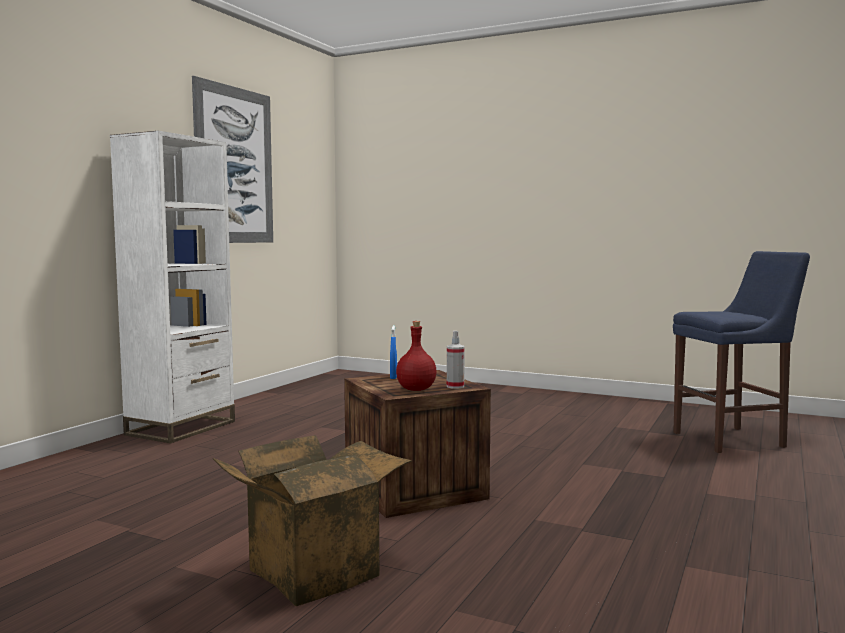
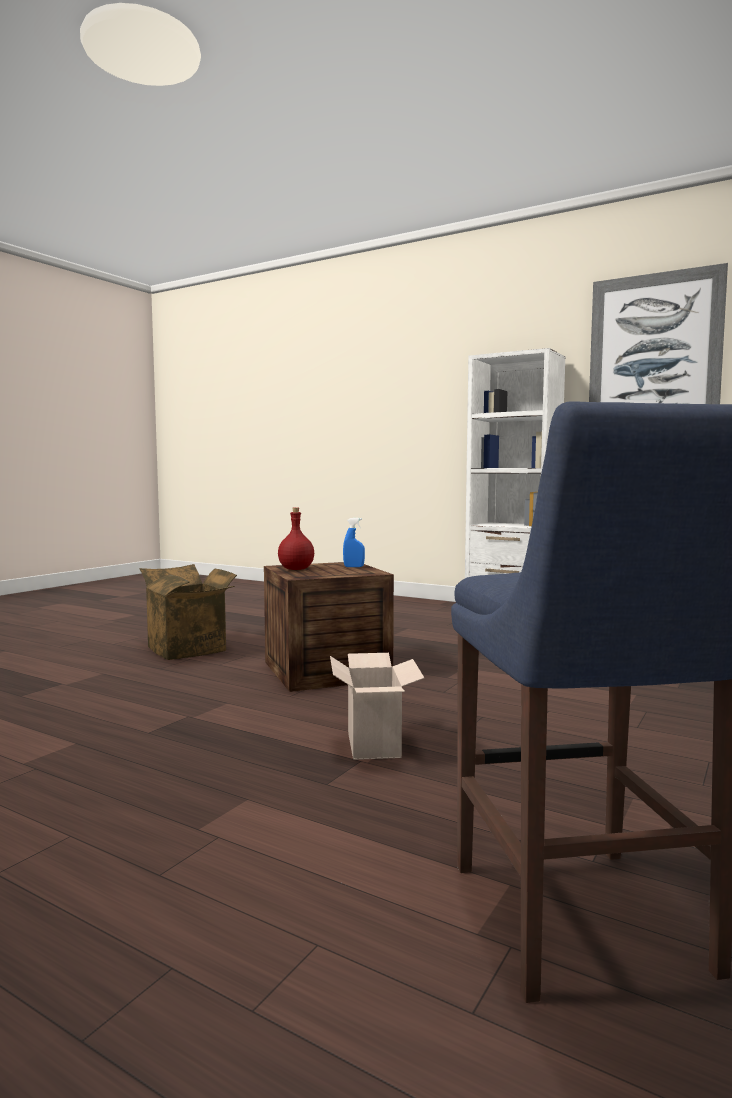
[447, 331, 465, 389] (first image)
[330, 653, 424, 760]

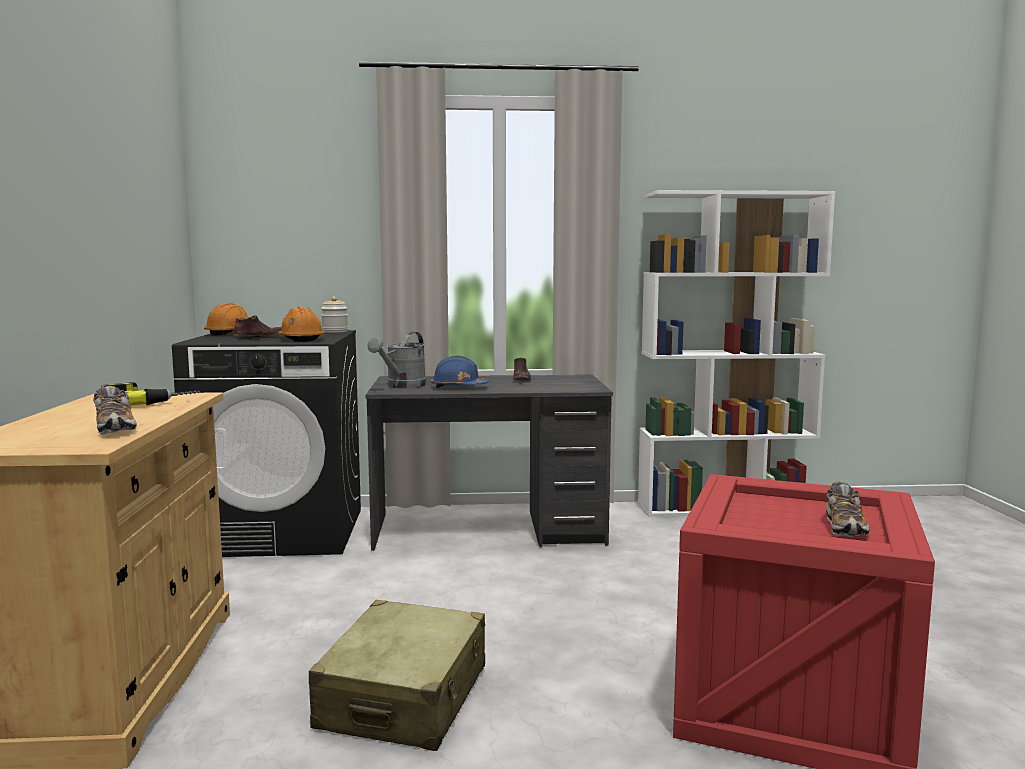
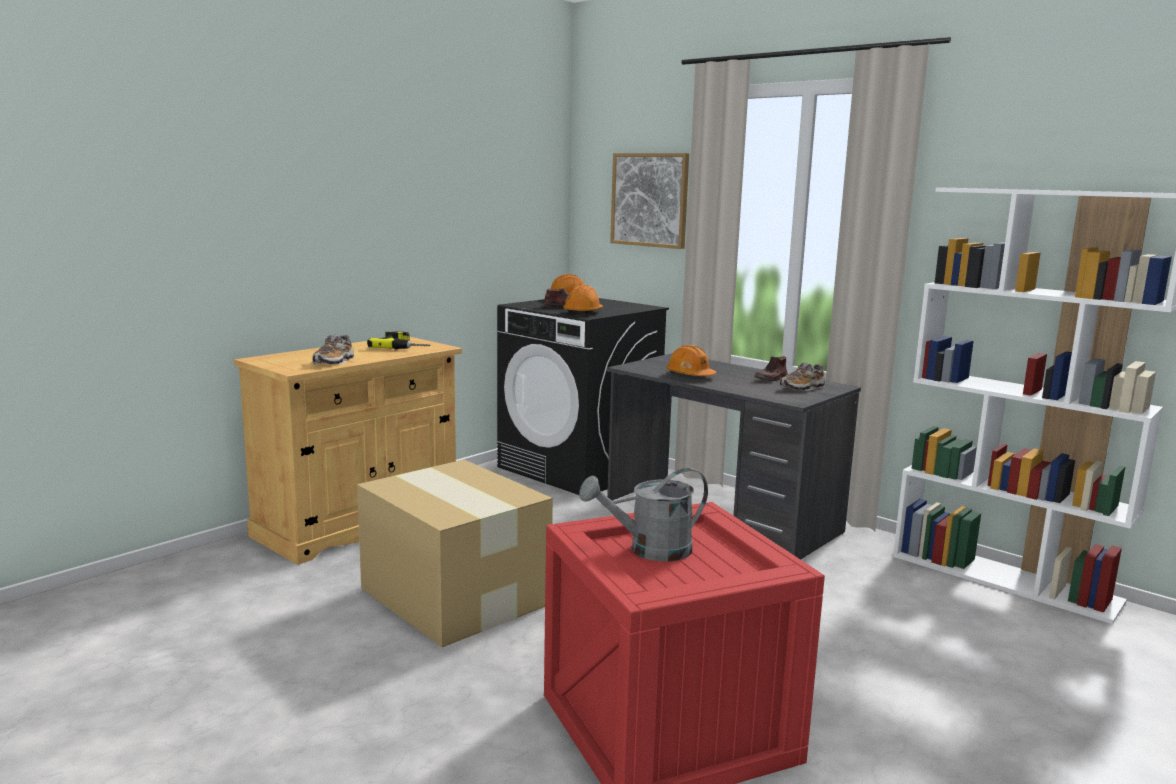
[357, 460, 553, 647]
[321, 296, 348, 333] (first image)
[579, 468, 708, 562]
[666, 345, 716, 376]
[780, 362, 825, 391]
[610, 153, 689, 249]

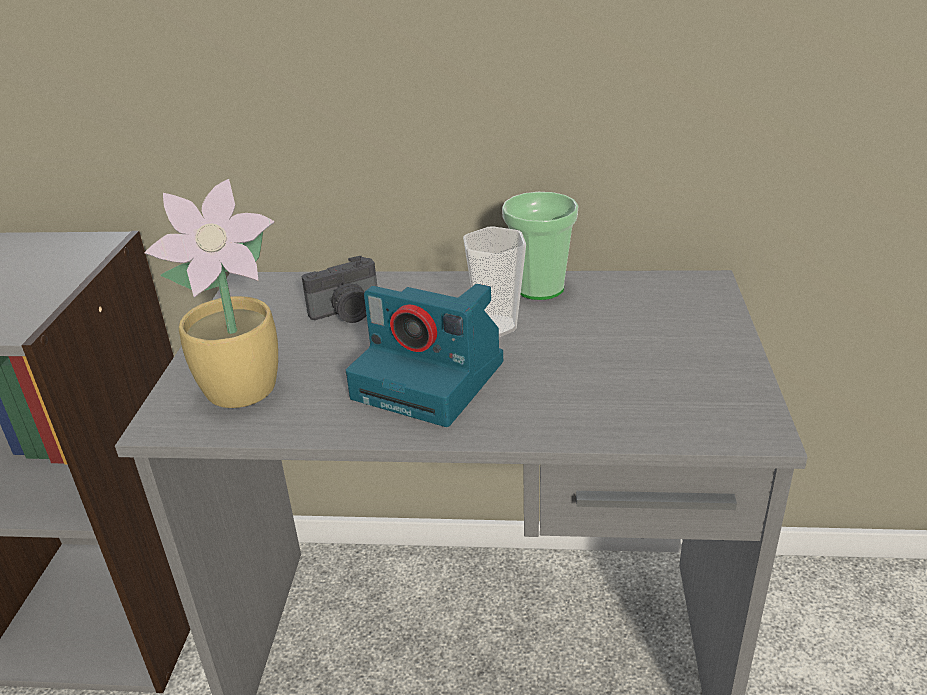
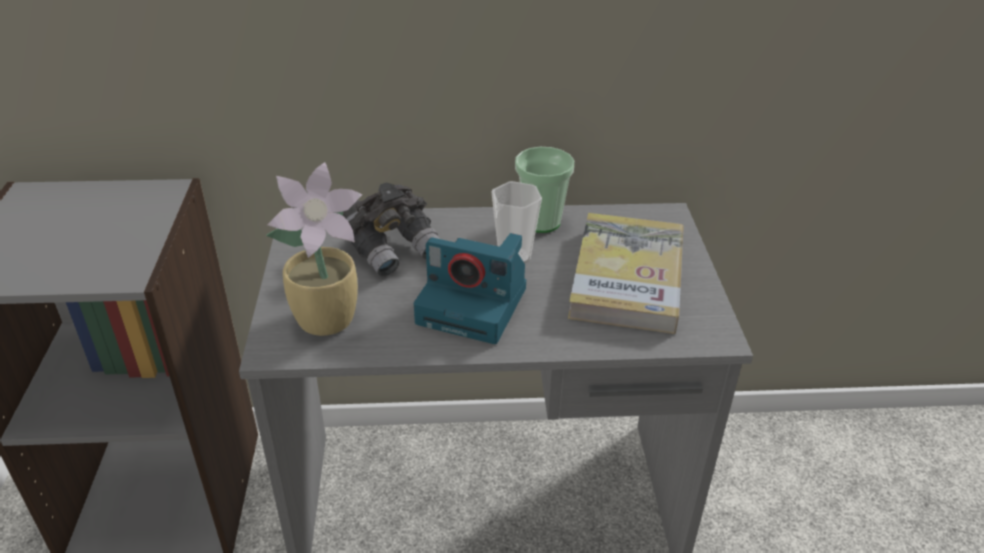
[343, 183, 440, 277]
[568, 213, 684, 334]

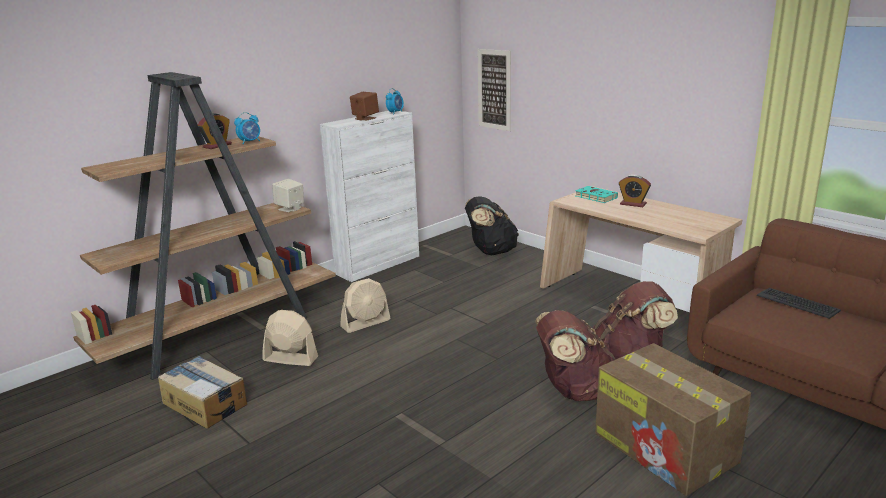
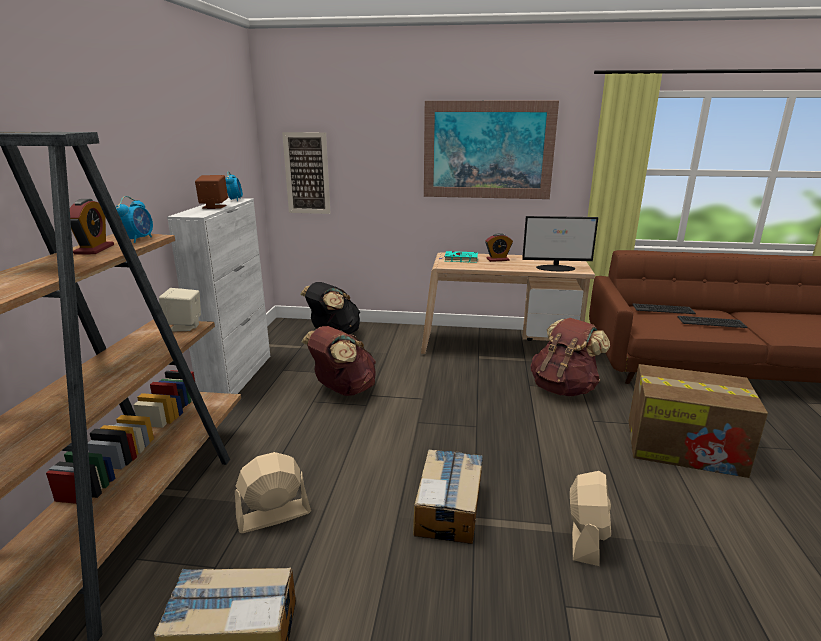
[570, 471, 611, 566]
[302, 326, 376, 396]
[413, 449, 483, 544]
[424, 101, 559, 199]
[522, 216, 598, 271]
[677, 316, 748, 328]

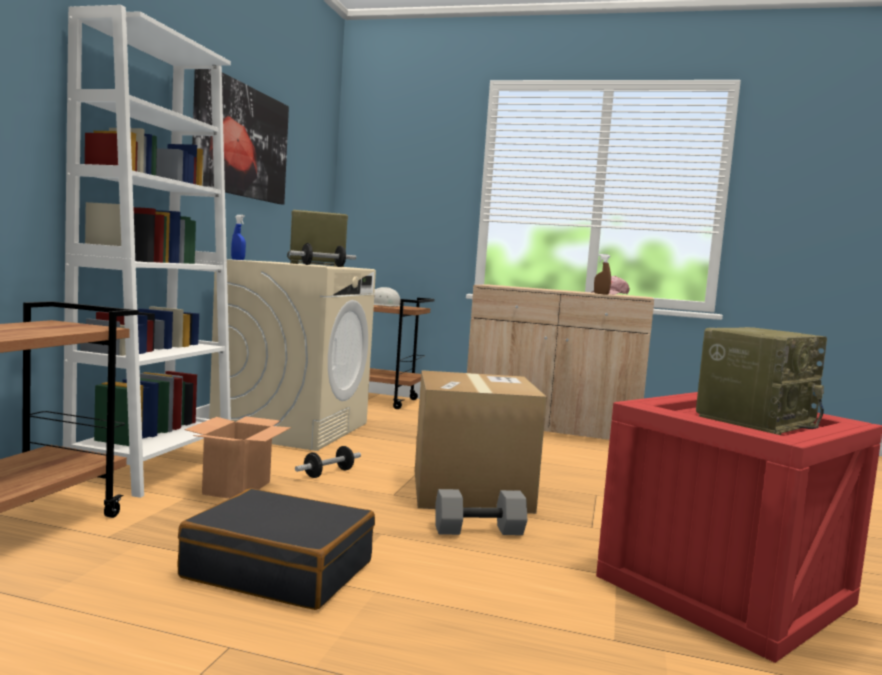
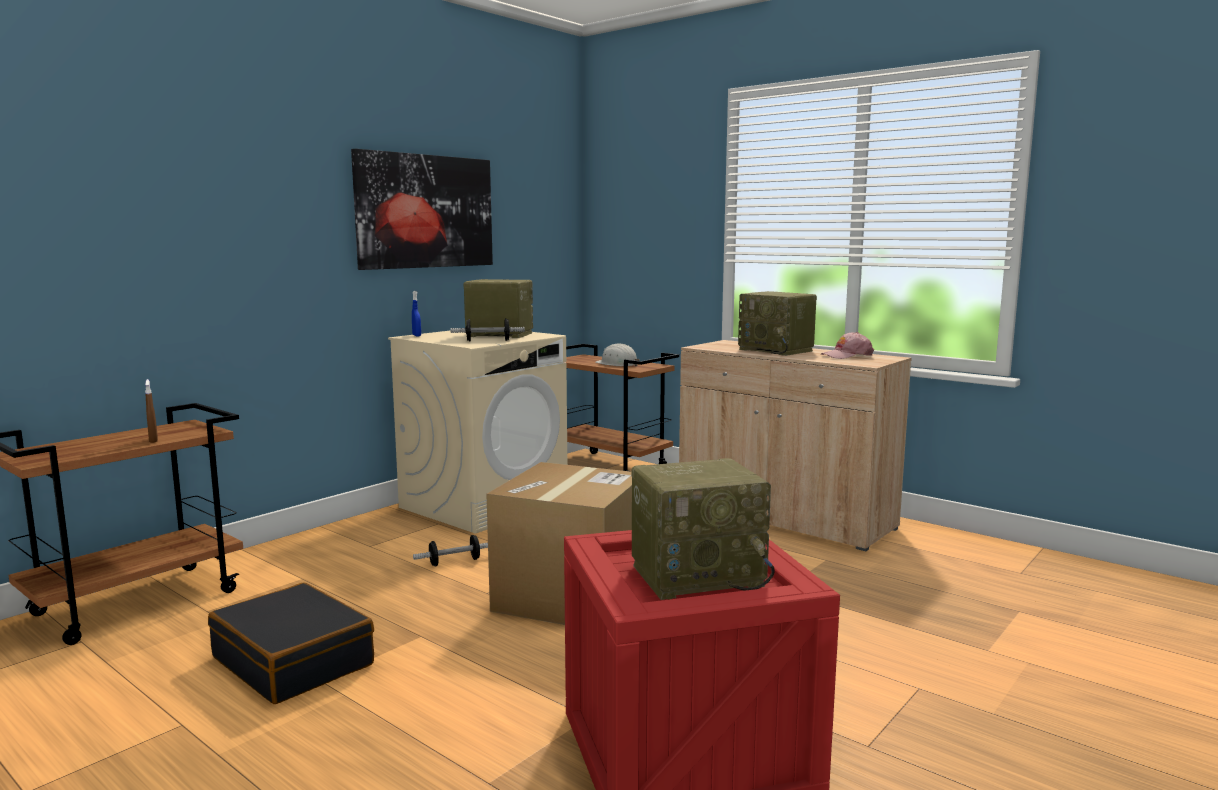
[63, 5, 231, 498] (first image)
[185, 416, 291, 499] (first image)
[435, 489, 527, 535] (first image)
[145, 379, 158, 443]
[738, 291, 817, 356]

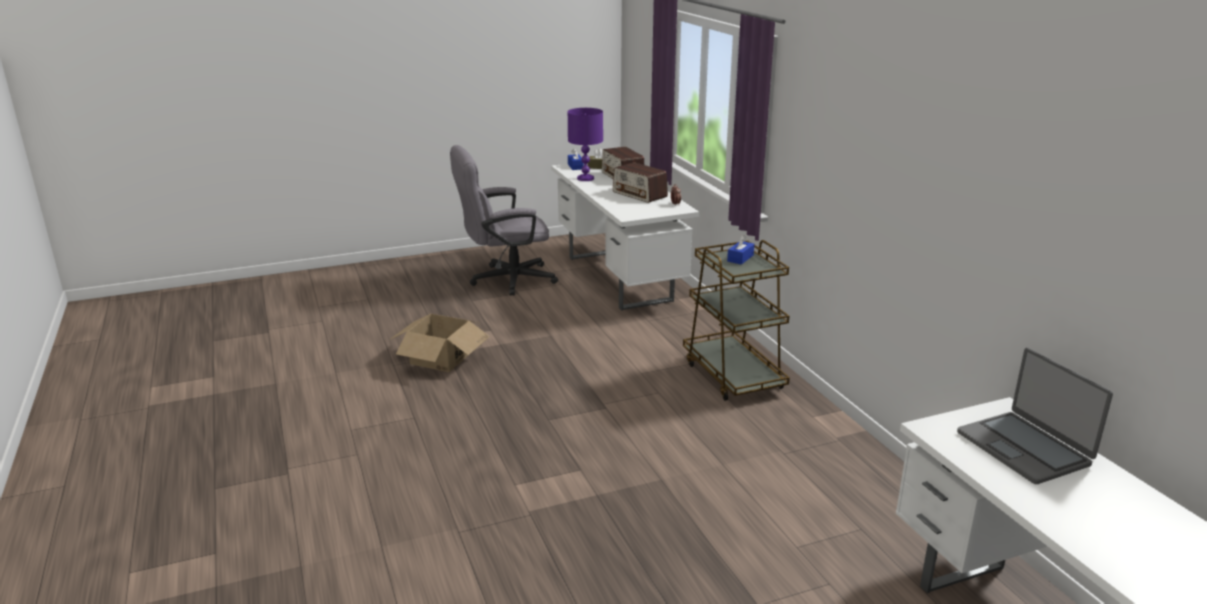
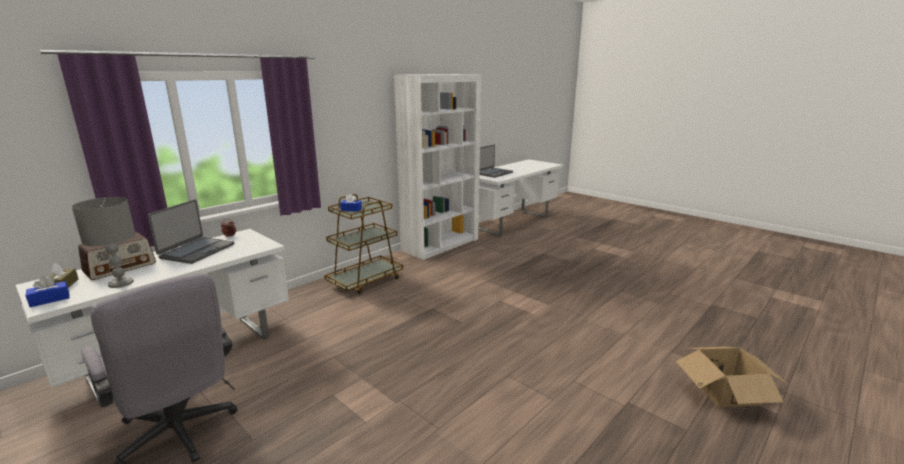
[676, 347, 789, 407]
[72, 197, 136, 288]
[148, 199, 234, 264]
[394, 74, 481, 260]

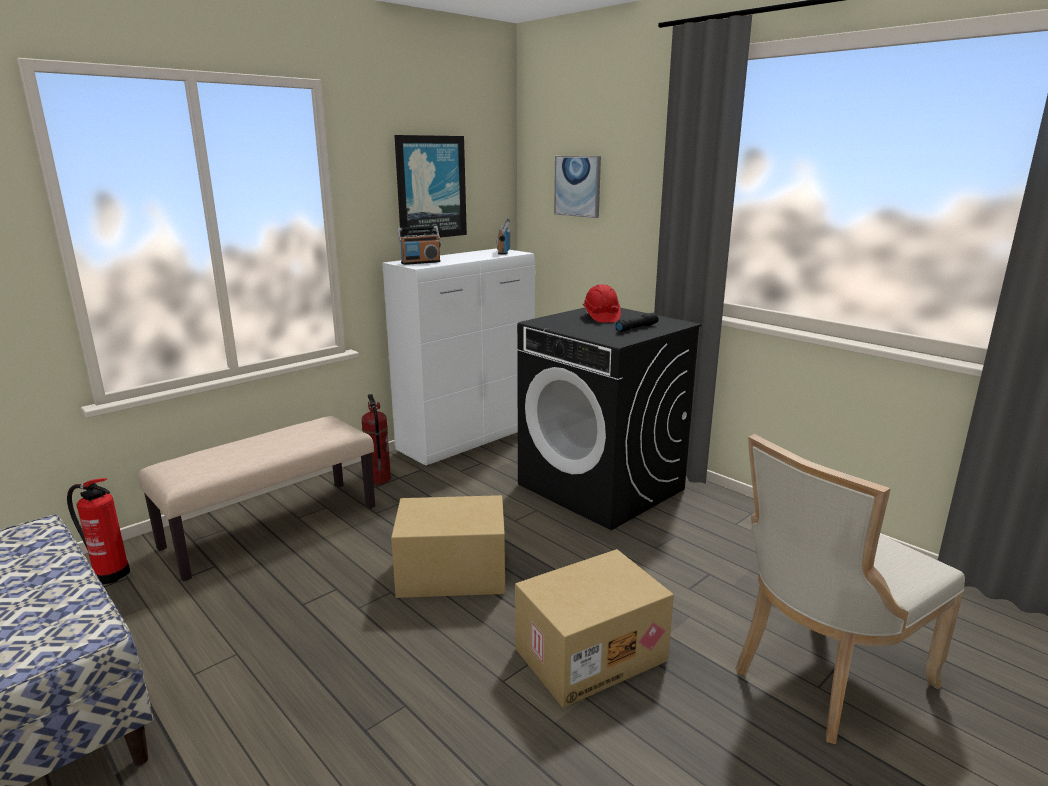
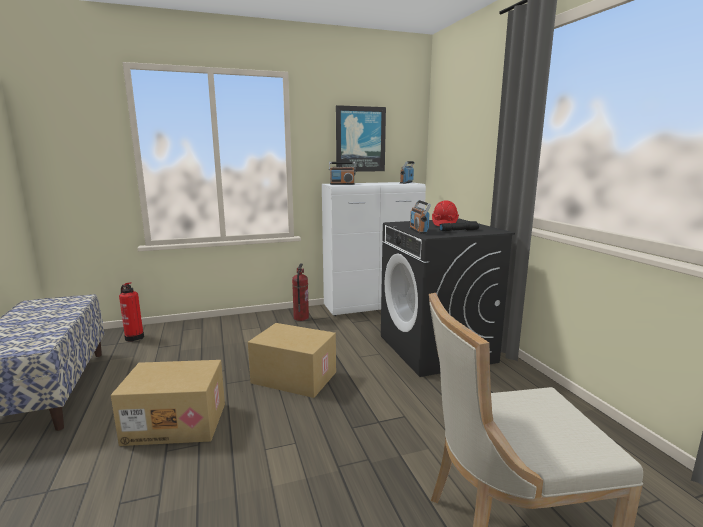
[138, 416, 375, 581] (first image)
[111, 360, 225, 446]
[554, 156, 601, 218] (first image)
[410, 200, 431, 234]

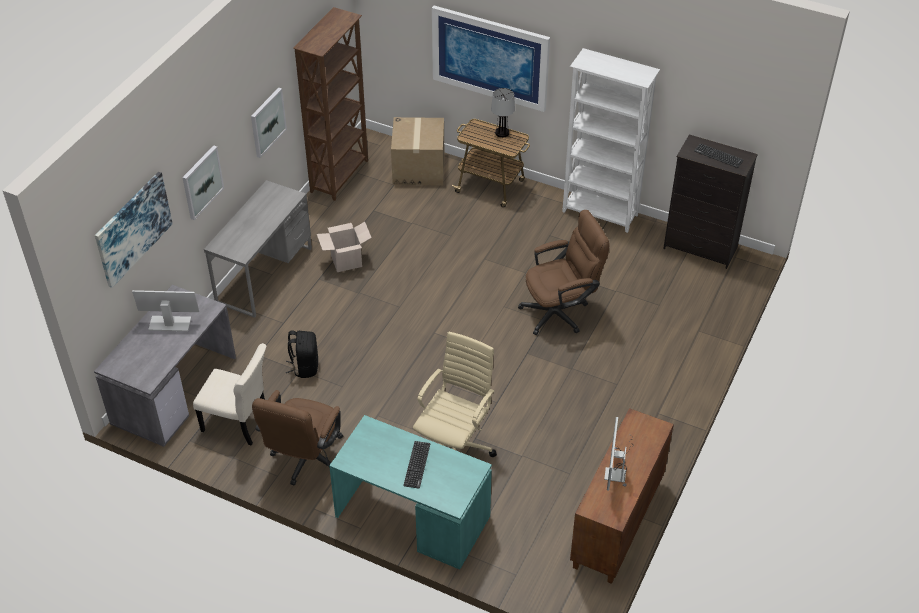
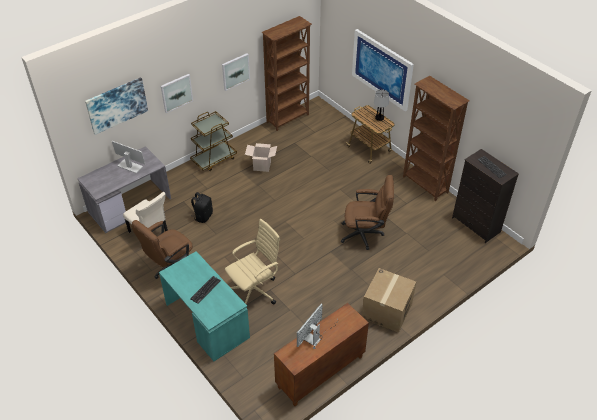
[190, 111, 237, 171]
[362, 268, 416, 333]
[403, 76, 470, 201]

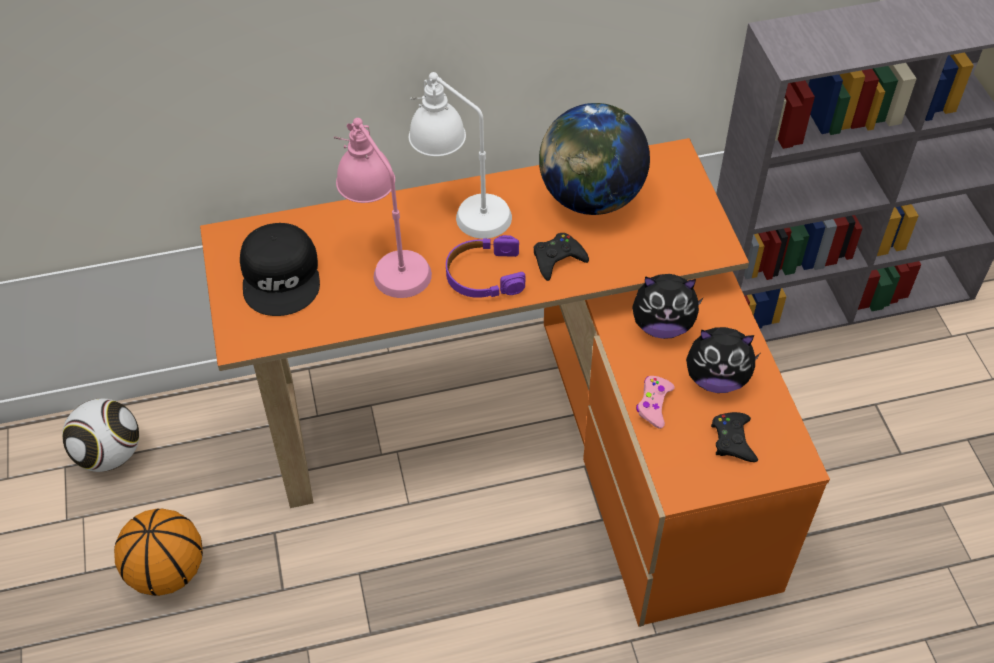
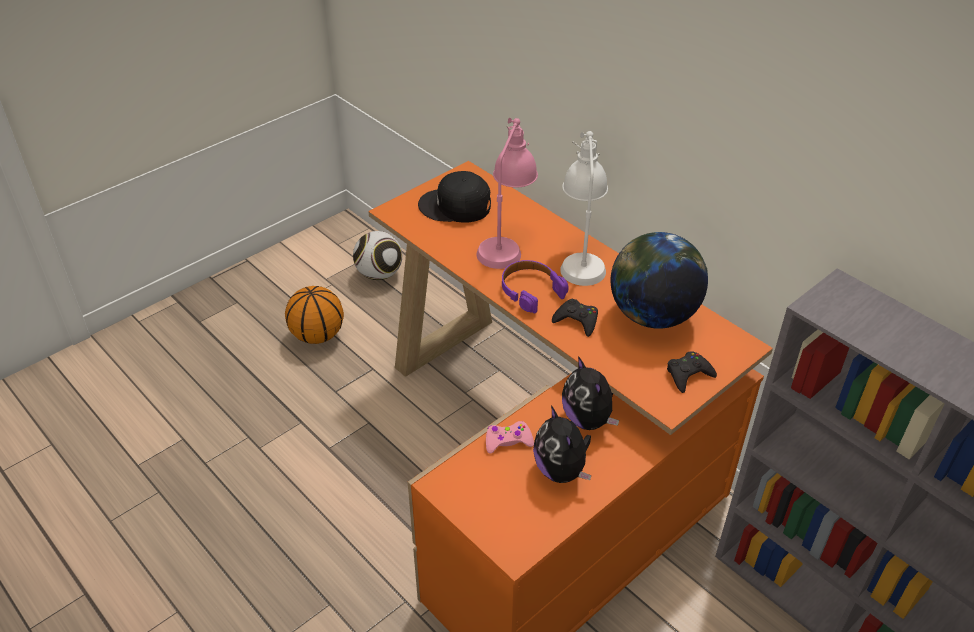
[418, 171, 491, 223]
[667, 351, 717, 393]

